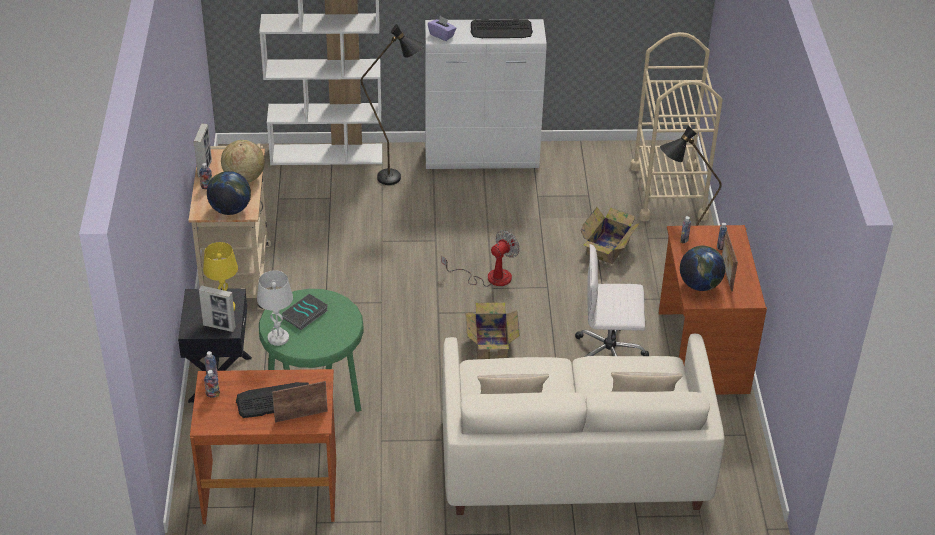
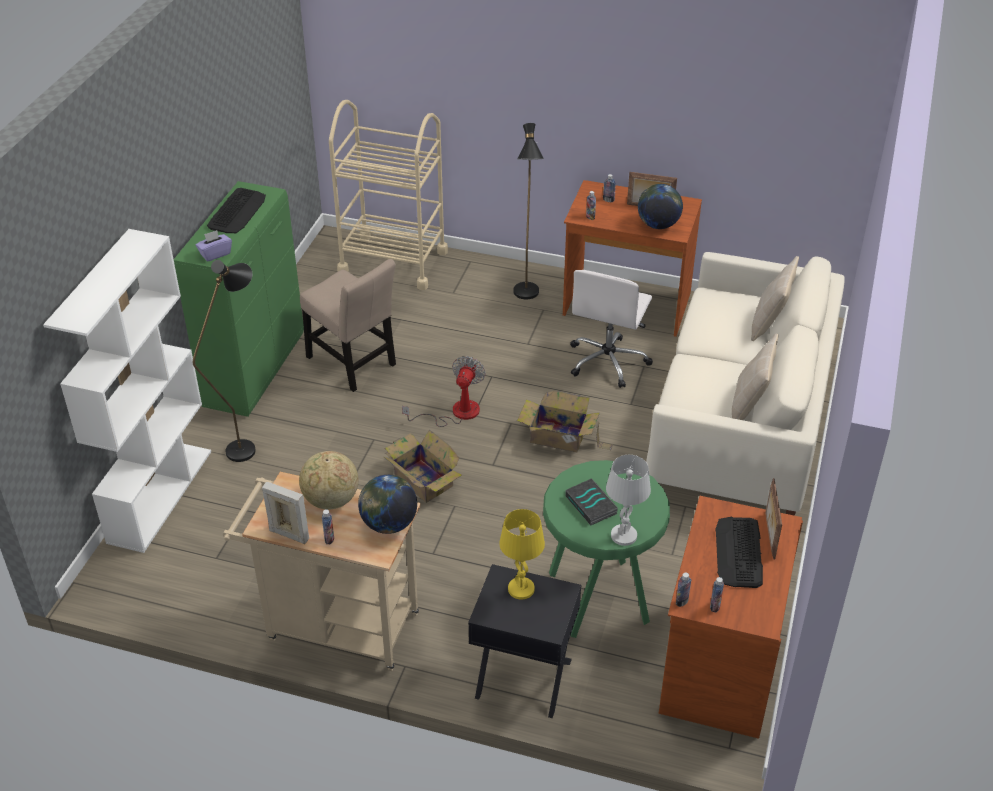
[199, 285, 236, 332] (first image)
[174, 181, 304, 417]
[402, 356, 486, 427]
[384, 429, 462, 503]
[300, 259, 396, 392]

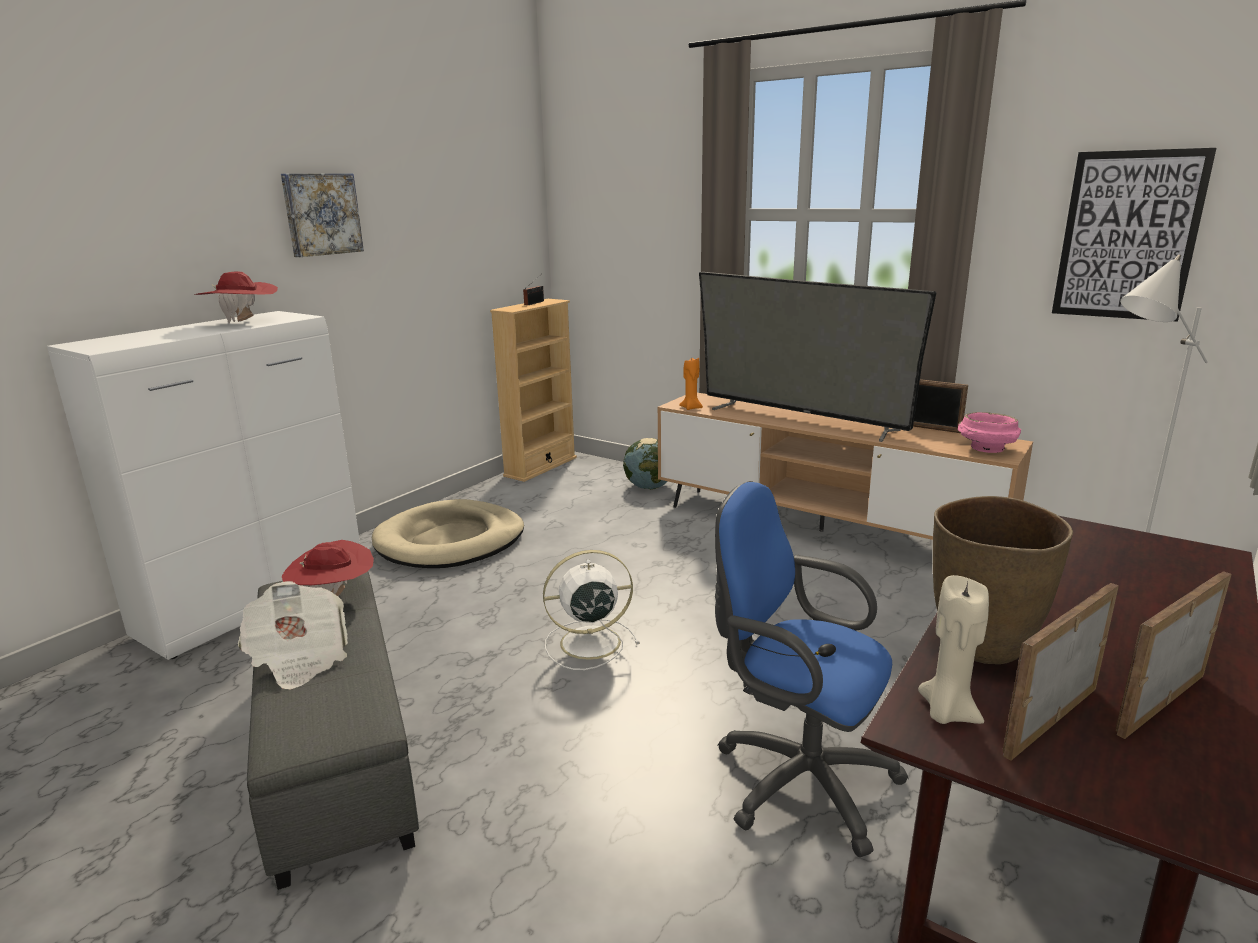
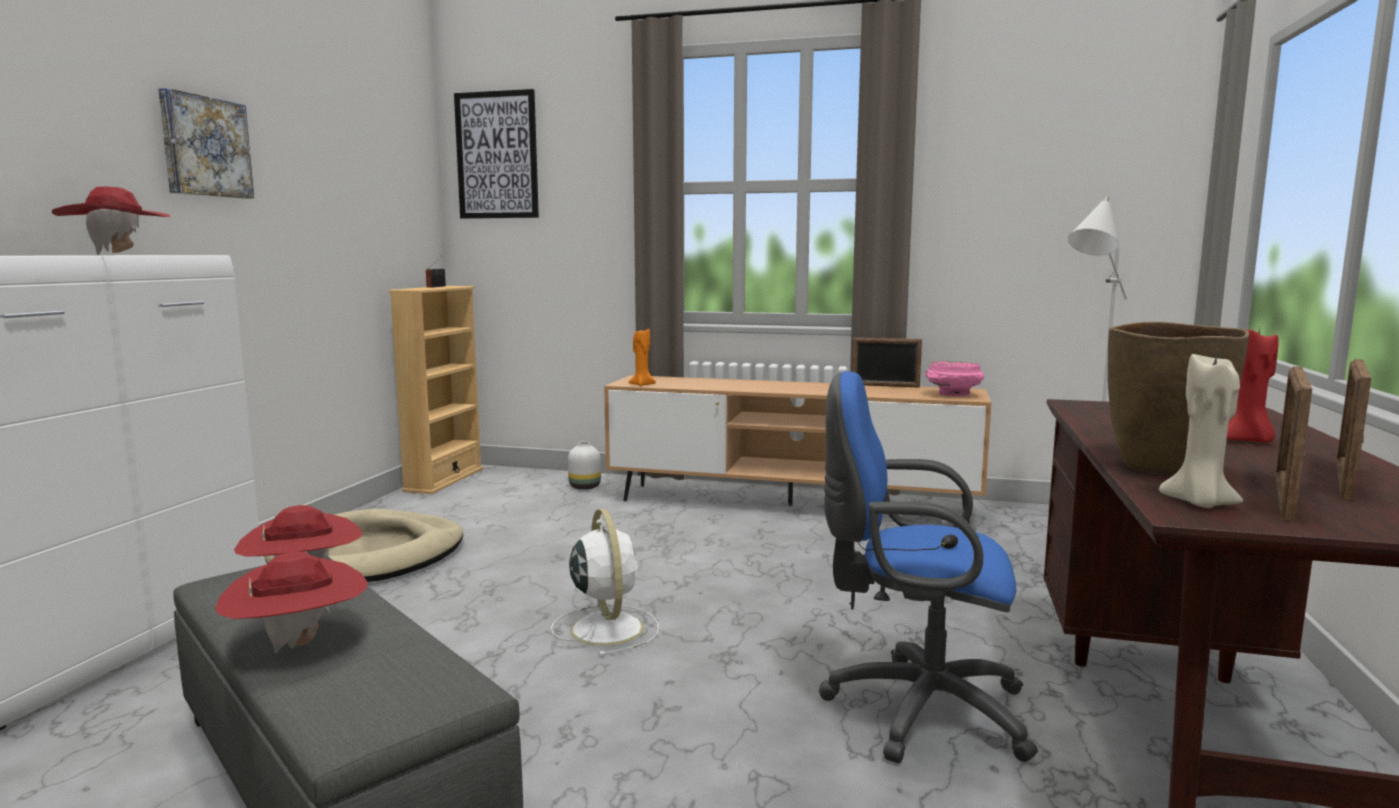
[215, 552, 368, 654]
[551, 509, 659, 657]
[568, 441, 601, 490]
[699, 272, 936, 442] (first image)
[454, 89, 539, 219]
[1227, 328, 1279, 443]

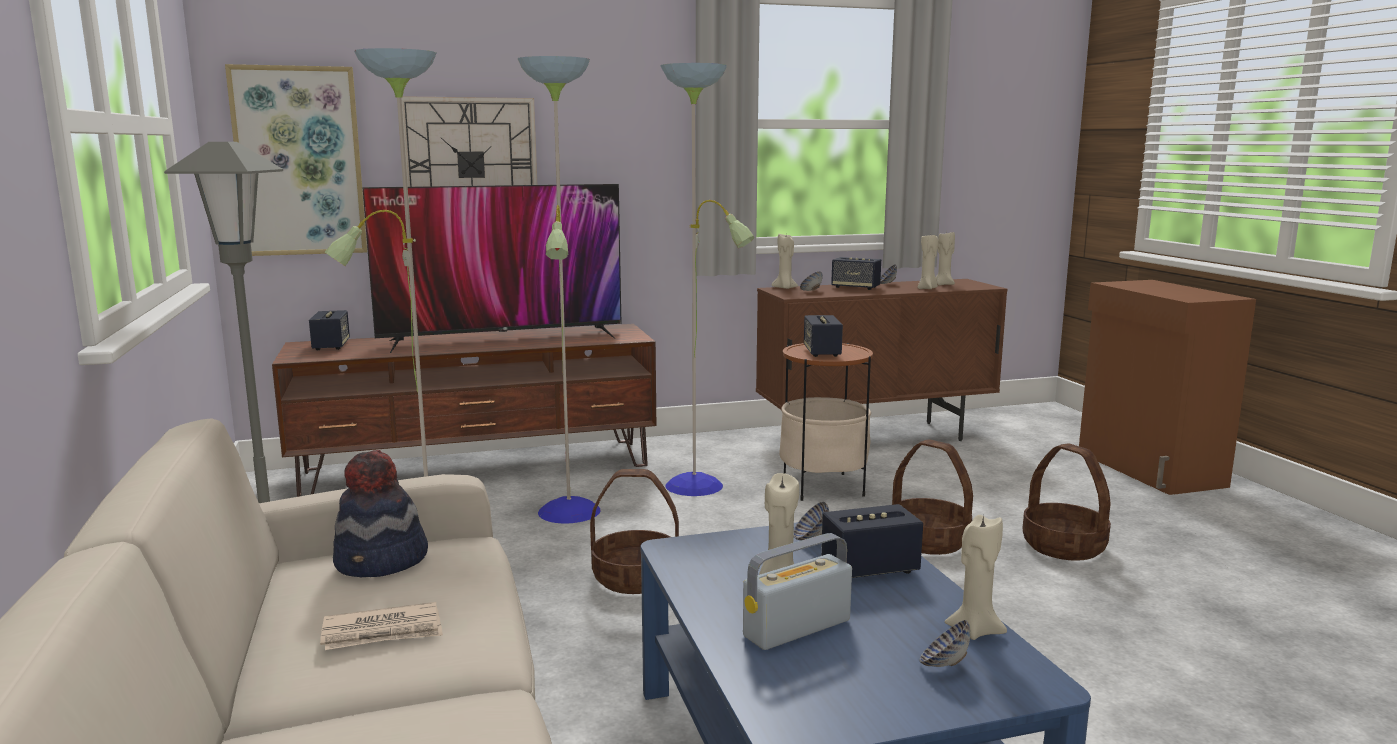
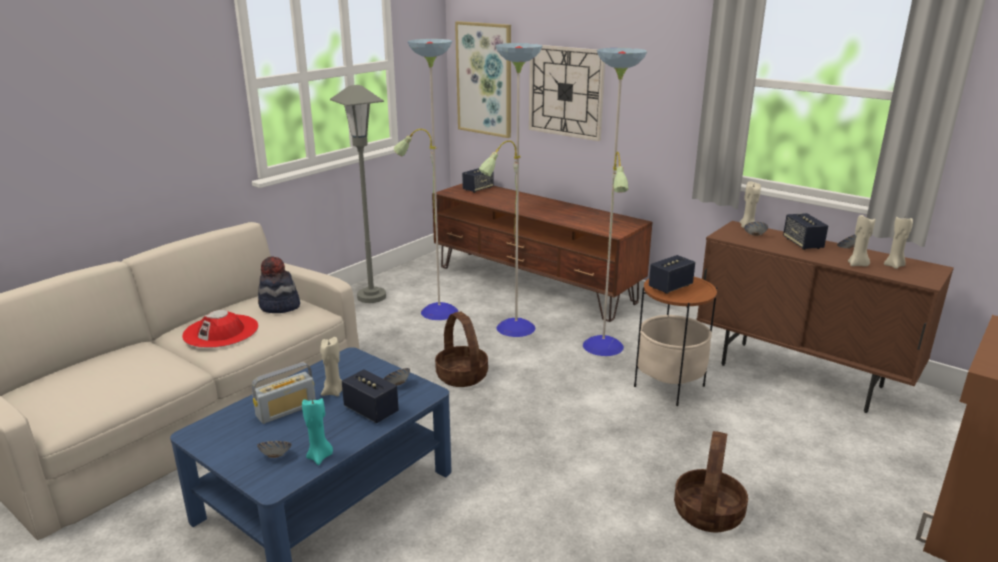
[182, 310, 258, 348]
[362, 184, 622, 353] (first image)
[252, 362, 316, 424]
[892, 439, 973, 555] (first image)
[302, 398, 333, 465]

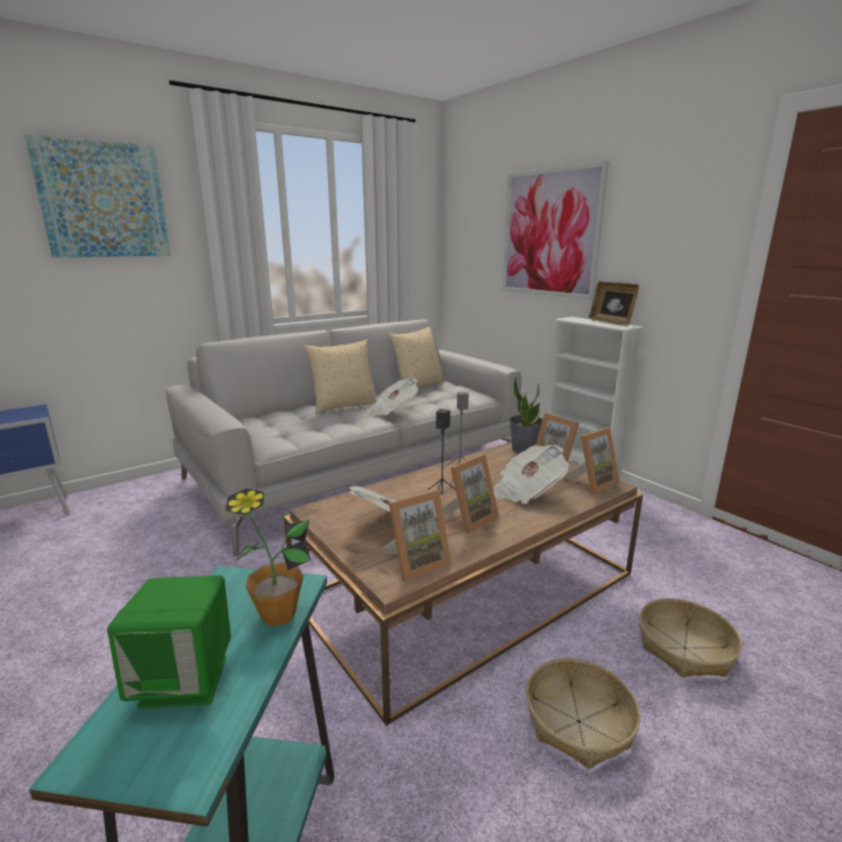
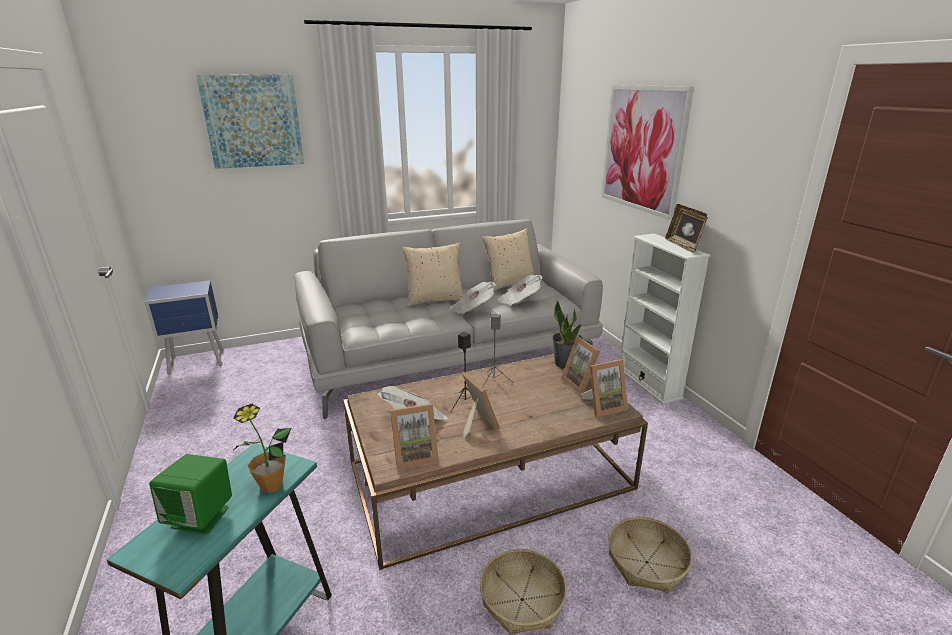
[463, 372, 500, 438]
[497, 275, 543, 306]

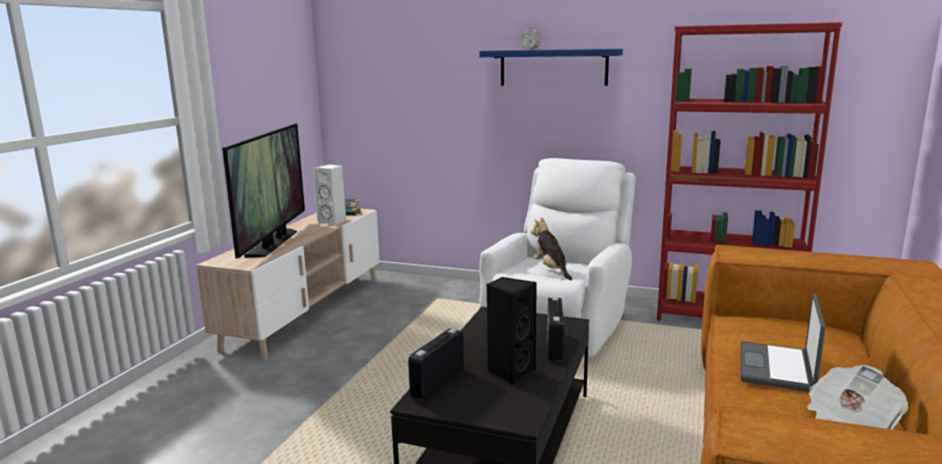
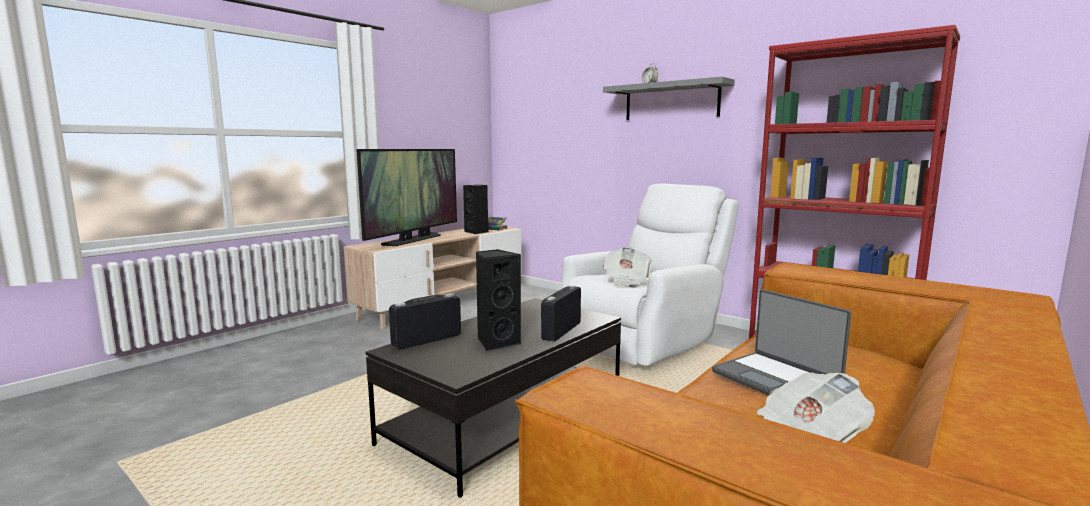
[463, 185, 488, 234]
[603, 76, 735, 120]
[603, 247, 652, 286]
[712, 289, 851, 395]

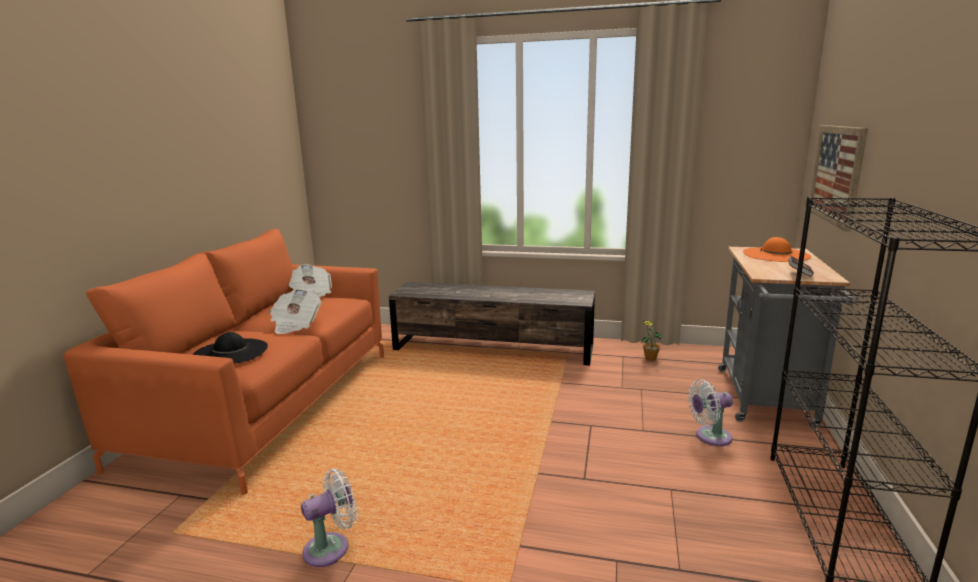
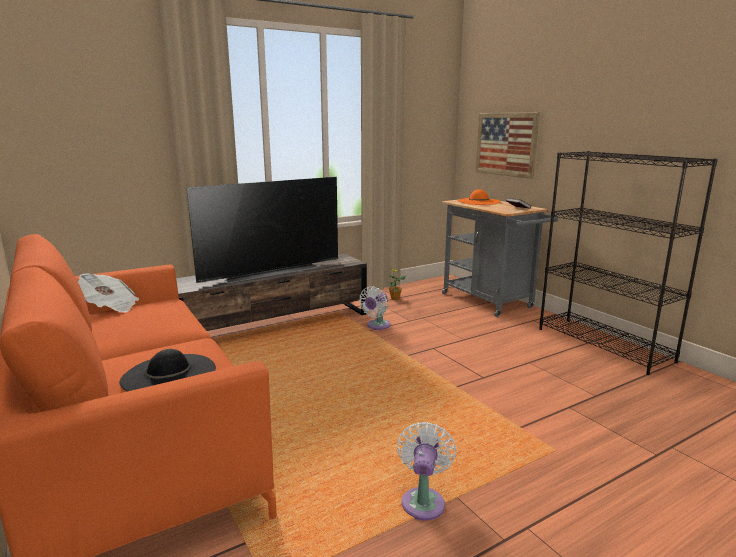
[270, 289, 321, 334] (first image)
[359, 286, 391, 330]
[187, 177, 338, 283]

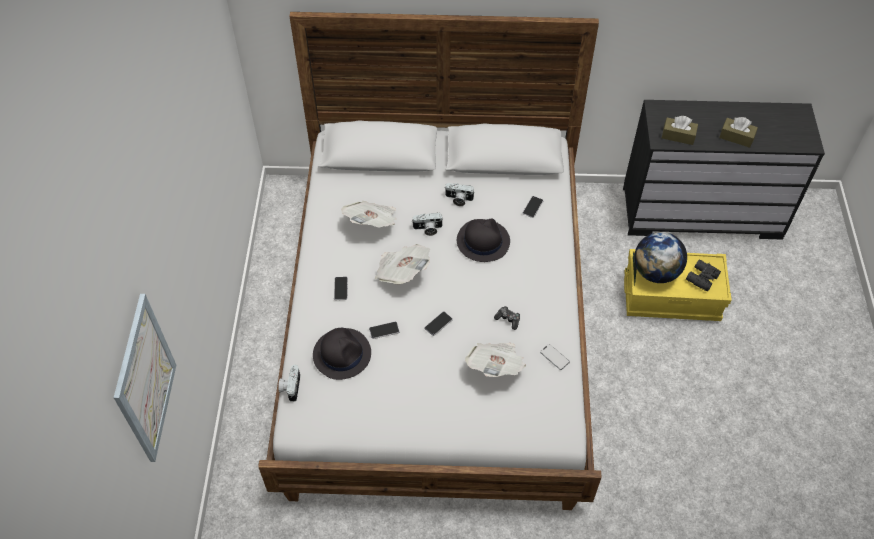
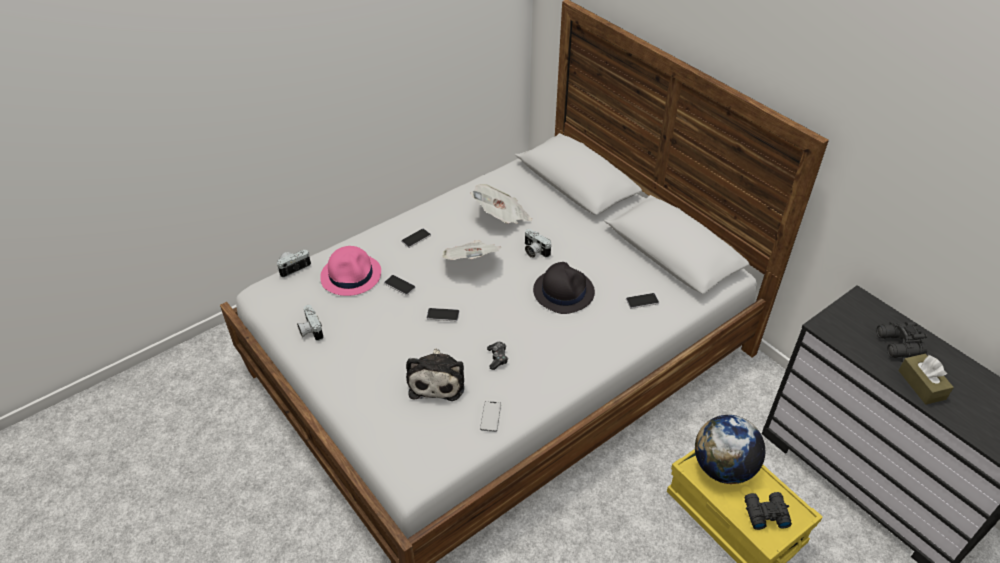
[114, 294, 176, 462] (first image)
[320, 246, 381, 296]
[297, 305, 324, 341]
[406, 348, 464, 401]
[662, 116, 698, 145] (first image)
[876, 322, 927, 358]

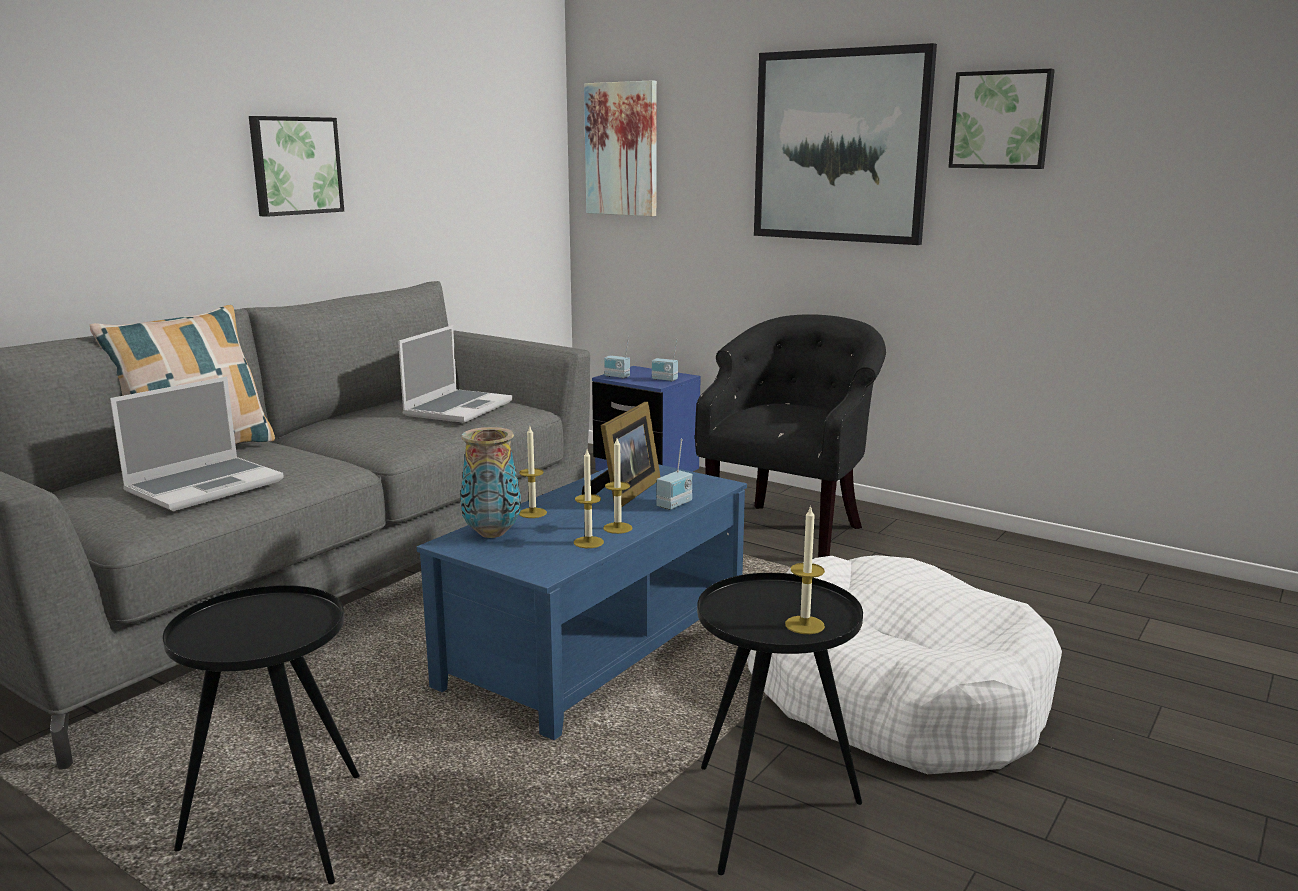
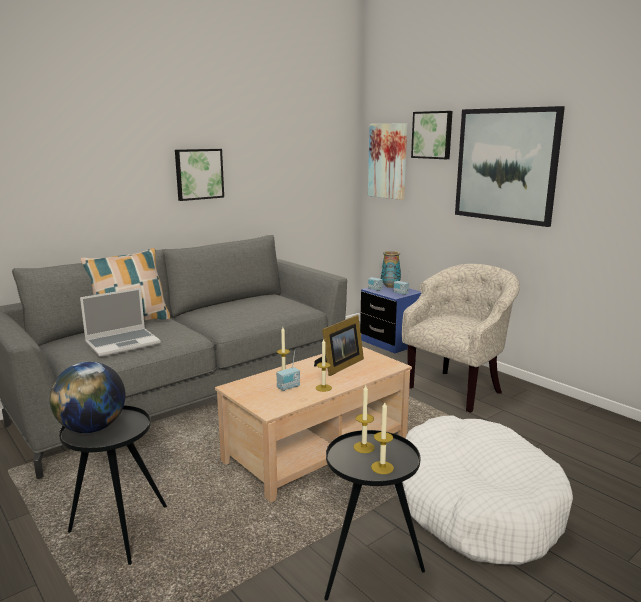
[398, 325, 513, 423] (first image)
[215, 347, 412, 502]
[381, 251, 401, 288]
[354, 385, 375, 453]
[276, 349, 300, 391]
[402, 264, 520, 413]
[411, 111, 453, 159]
[50, 362, 125, 433]

